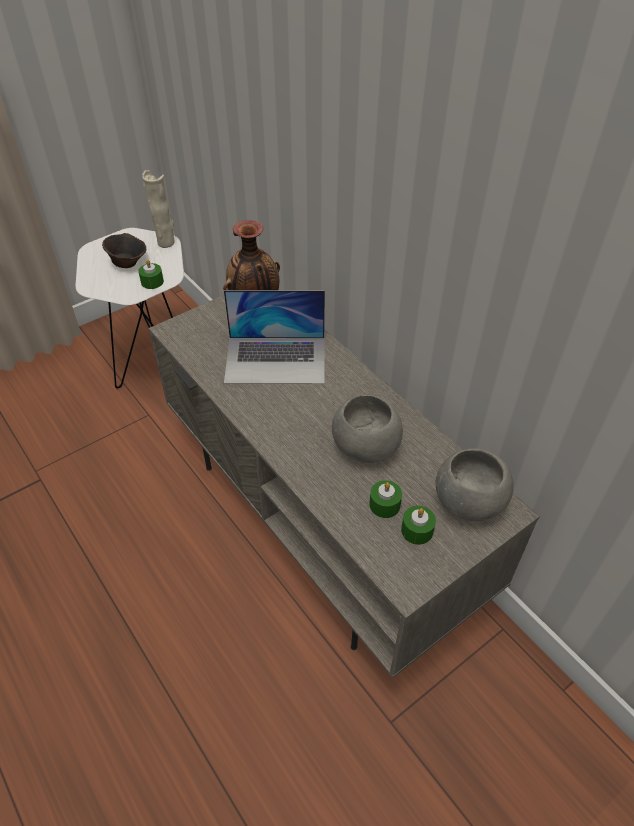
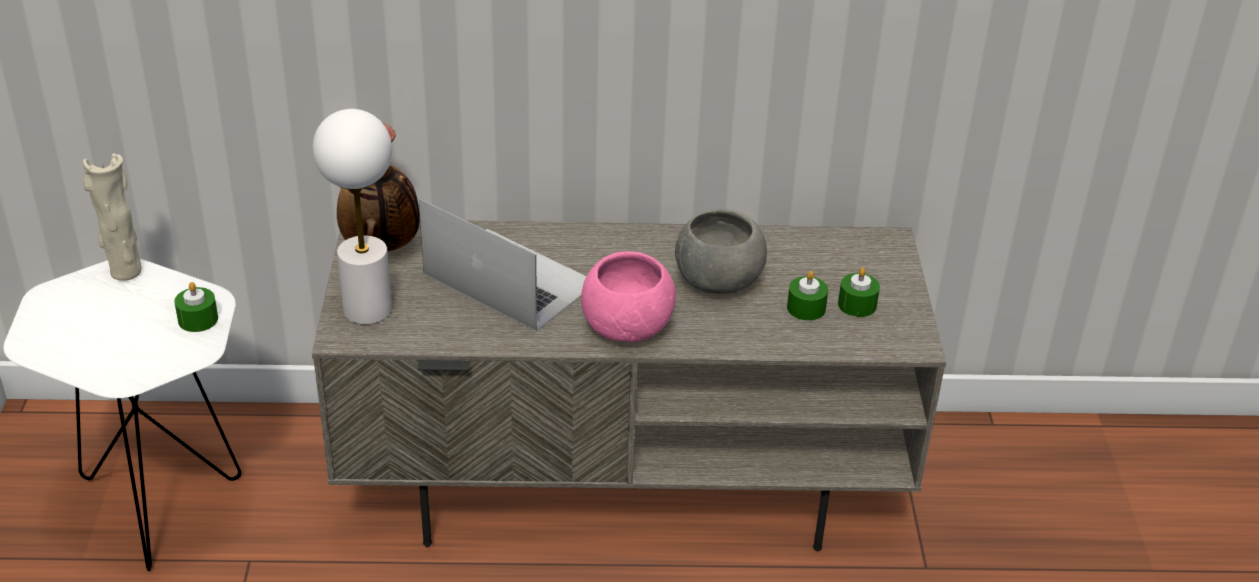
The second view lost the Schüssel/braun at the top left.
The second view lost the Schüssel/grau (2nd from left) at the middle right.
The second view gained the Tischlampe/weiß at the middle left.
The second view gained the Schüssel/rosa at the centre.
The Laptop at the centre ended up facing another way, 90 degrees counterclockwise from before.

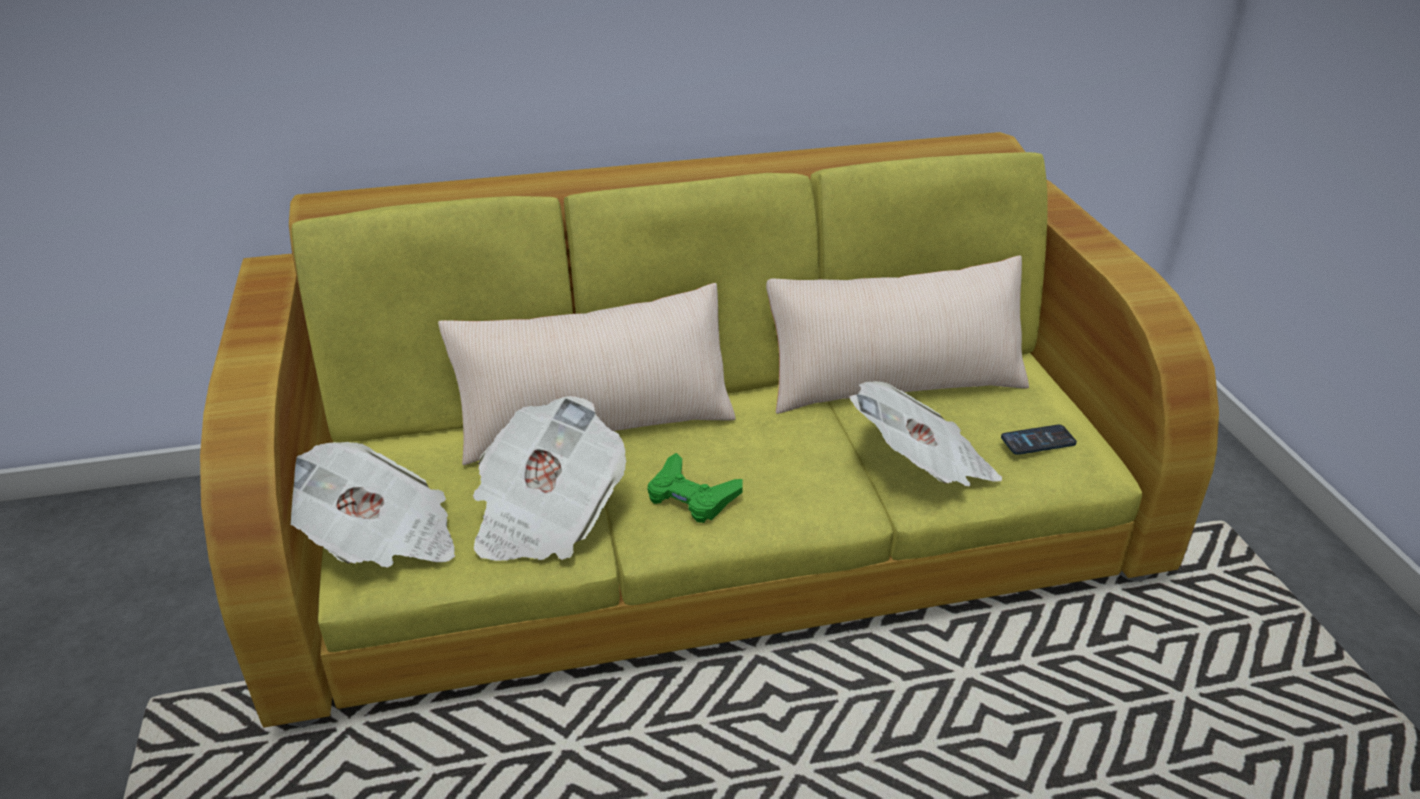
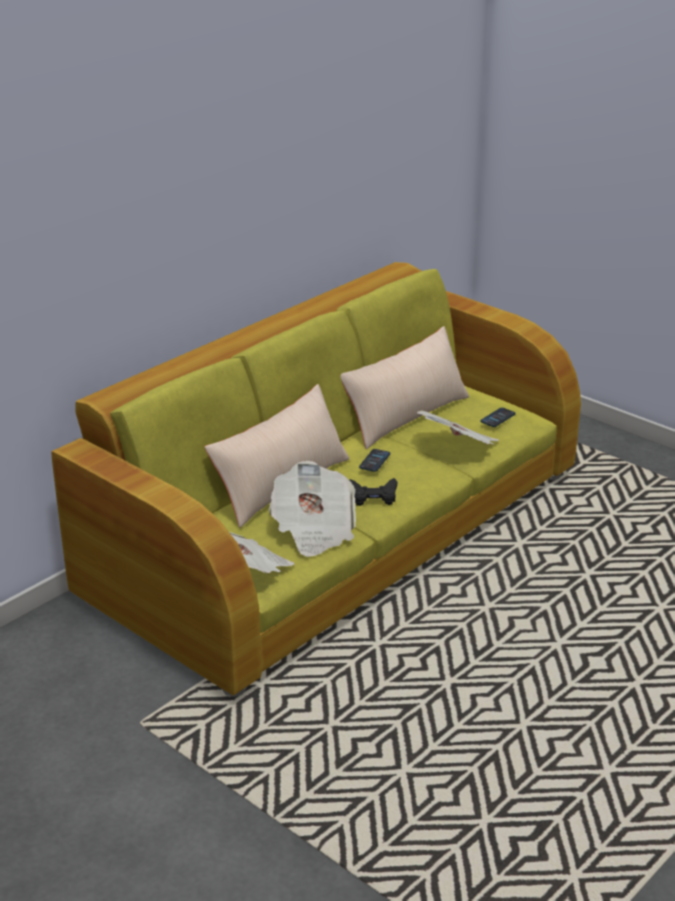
The second view gained the Handy (1st from left) at the centre.
What was the Gamepad/grün at the centre turned into the Gamepad/schwarz at the centre.

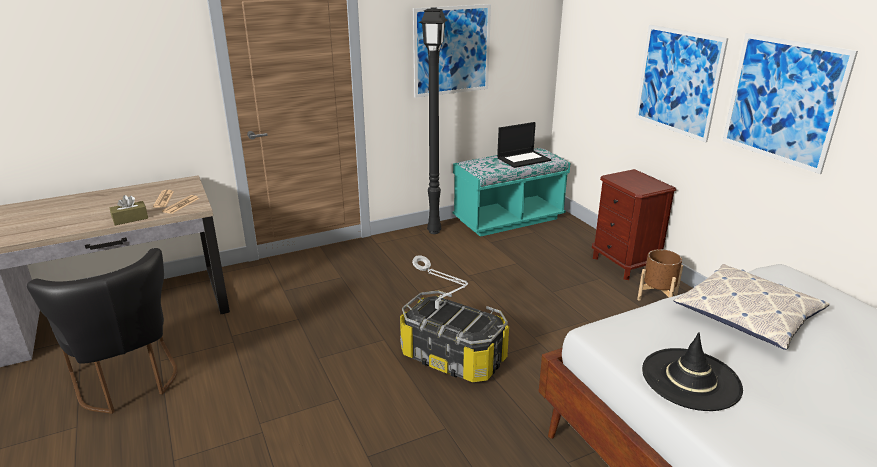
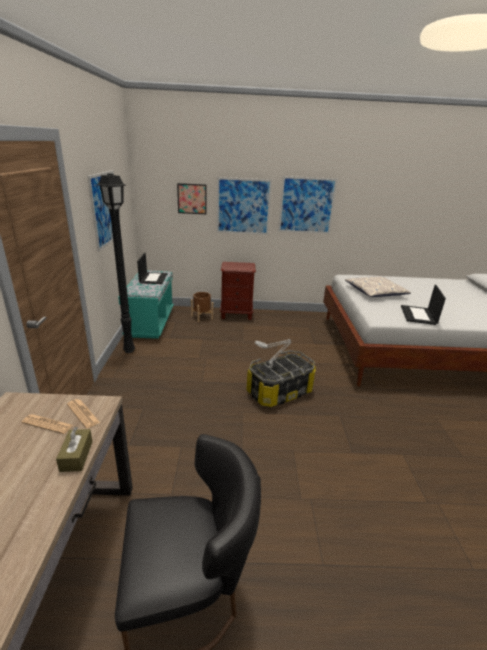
The second view gained the Bild (2nd from left) at the top centre.
The Pflanzkübel/braun ended up elsewhere, having gone from the middle right to the centre.
Where the Hut/schwarz stood at the bottom right, the Laptop (2nd from left) came to stand at the middle right.

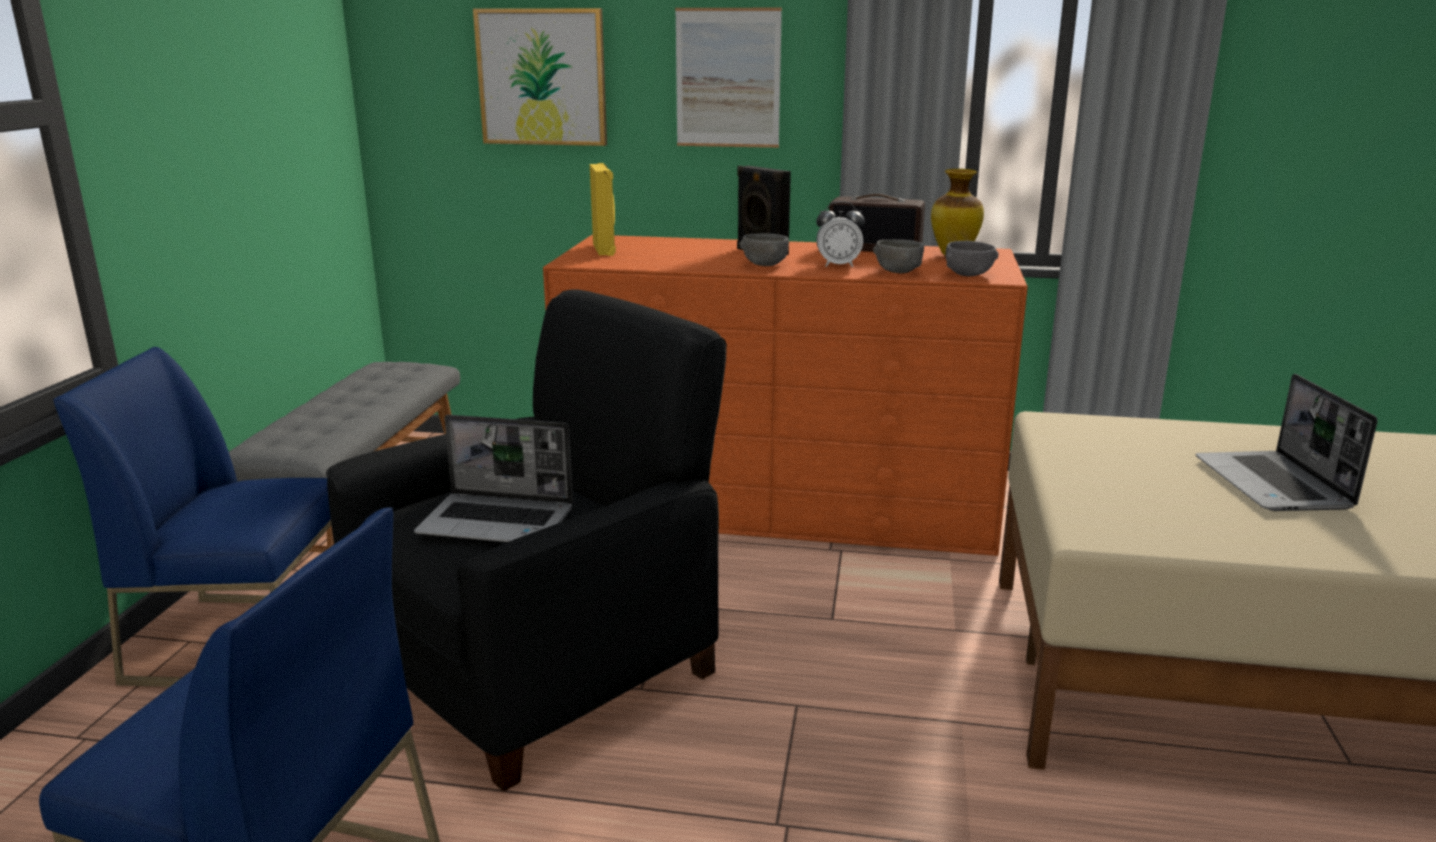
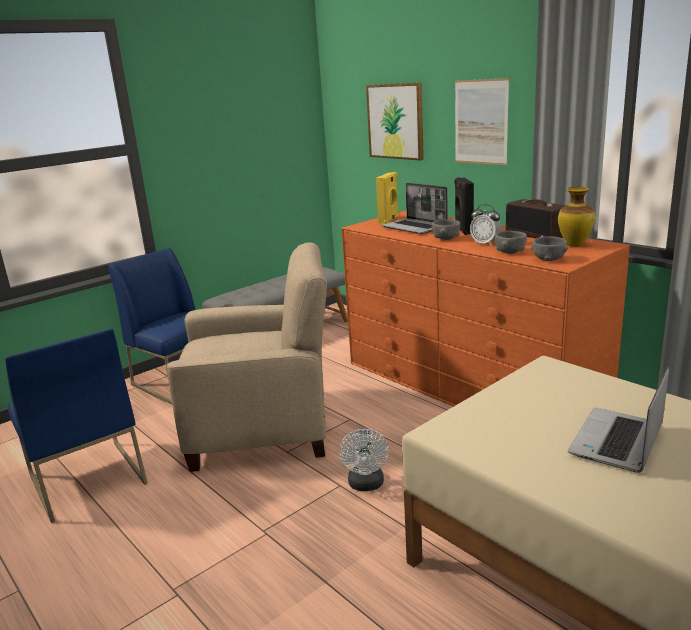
The second view gained the Ventilator/weiß at the bottom centre.
The Laptop (1st from left) ended up elsewhere, having gone from the centre to the top centre.
What was the Sessel/schwarz at the centre turned into the Sessel/beige at the centre.

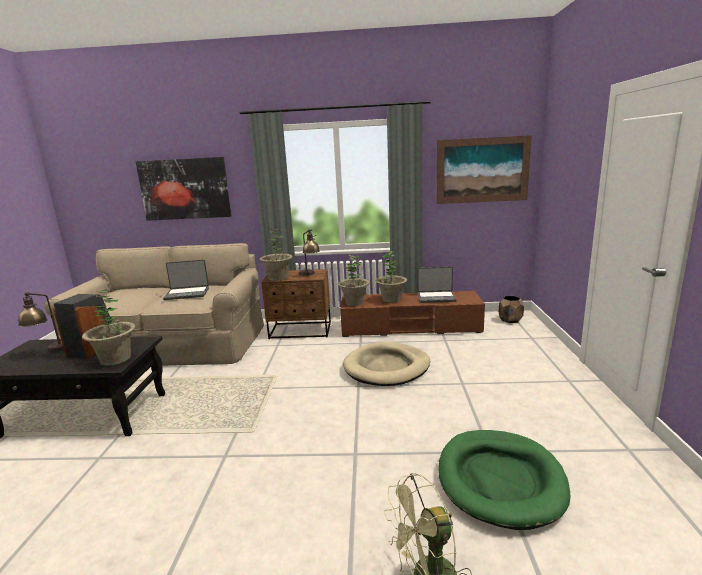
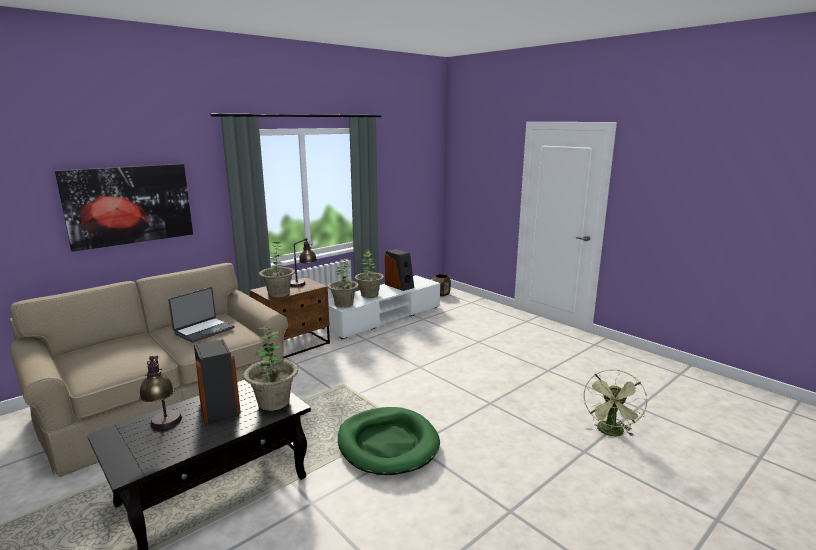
The second view lost the Hundebett/beige at the centre.
The second view lost the Bild (2nd from left) at the top right.
The Hundebett/grün ended up elsewhere, having gone from the bottom right to the bottom centre.
Where the Laptop (2nd from left) stood at the centre, the Lautsprecher (2nd from left) came to stand at the centre.
What was the Fernsehschrank/braun at the centre turned into the Fernsehschrank/weiß at the centre.

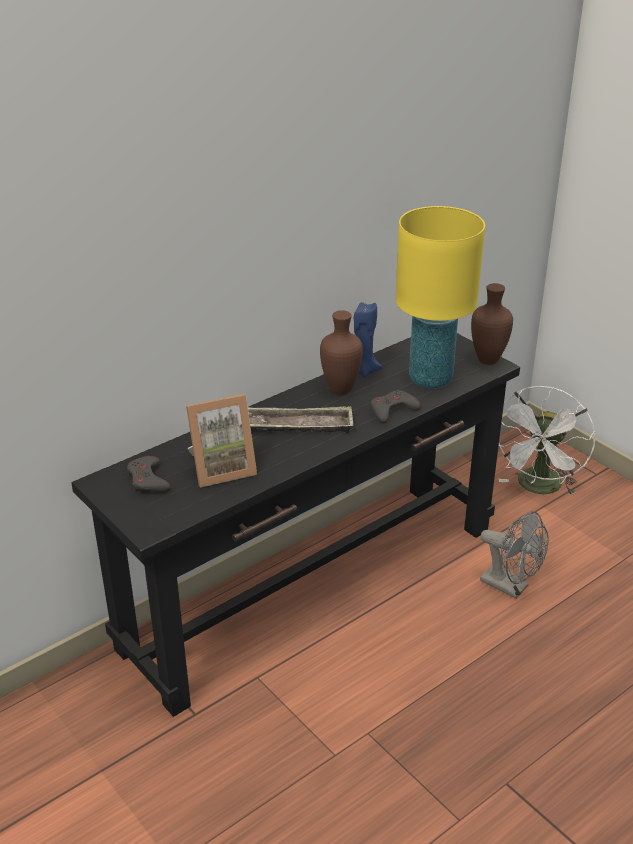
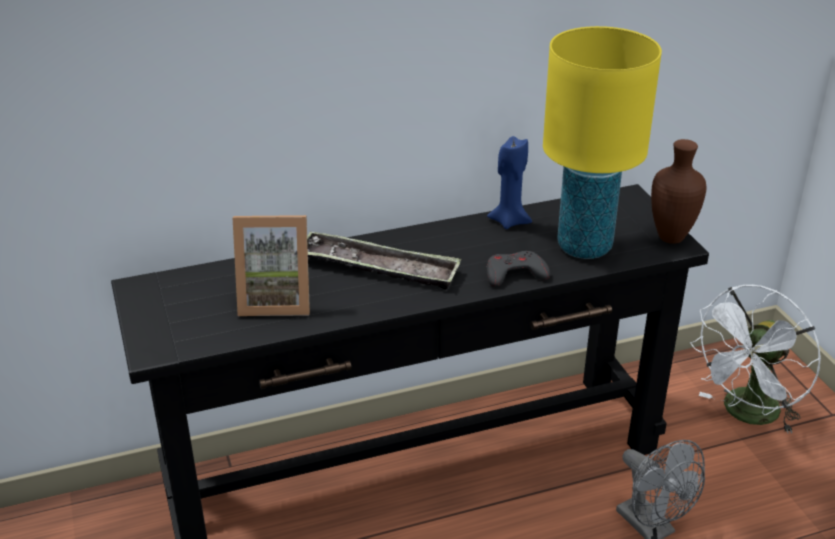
The second view lost the Gamepad/grau (1st from left) at the middle left.
The second view lost the Vase/braun (1st from left) at the centre.

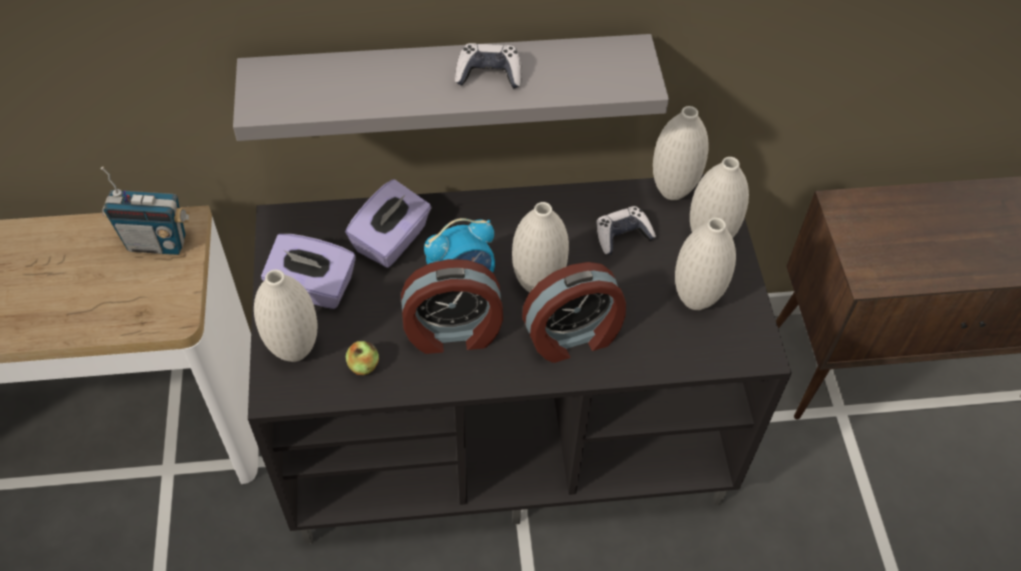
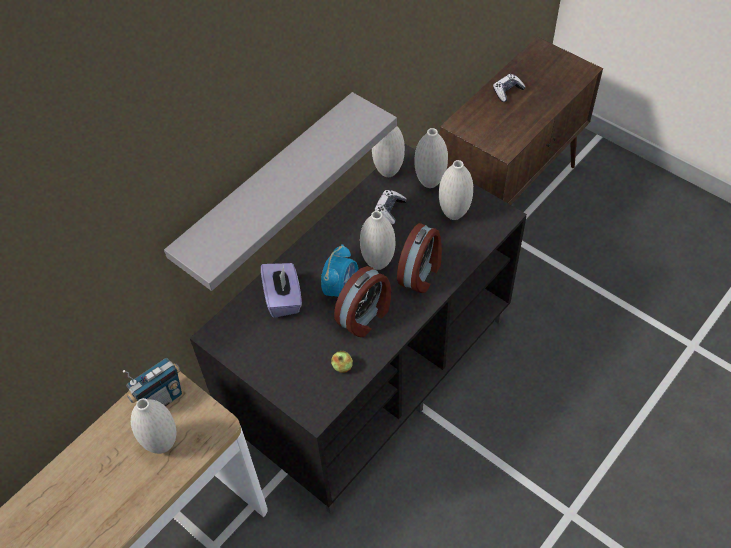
The second view lost the Taschentuchbox/lila (1st from left) at the middle left.
The Vase/weiß (1st from left) ended up elsewhere, having gone from the middle left to the bottom left.
The Gamepad (1st from left in the first image) ended up elsewhere, having gone from the top centre to the top right.

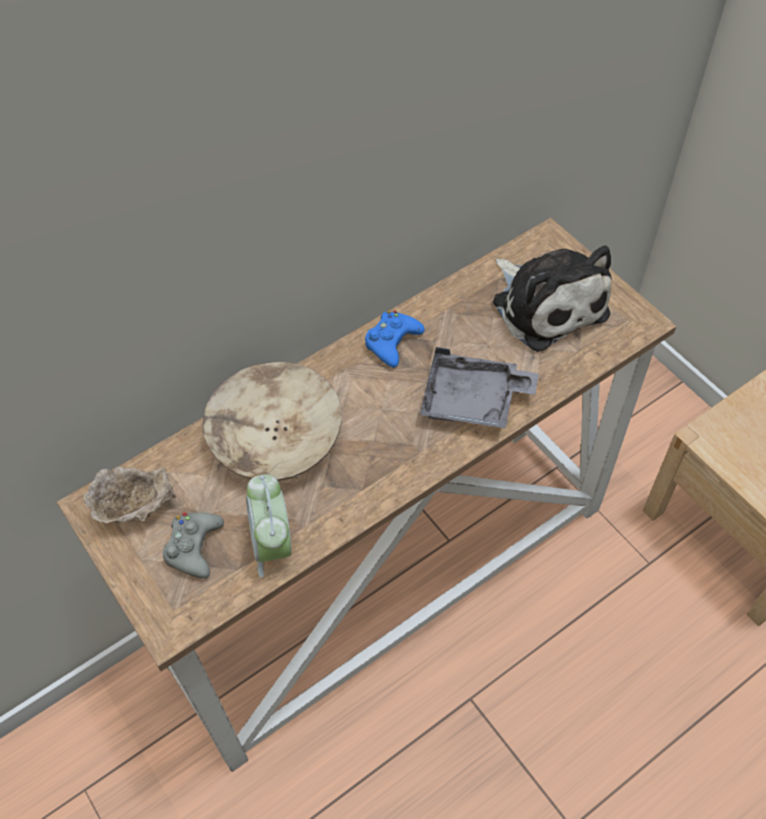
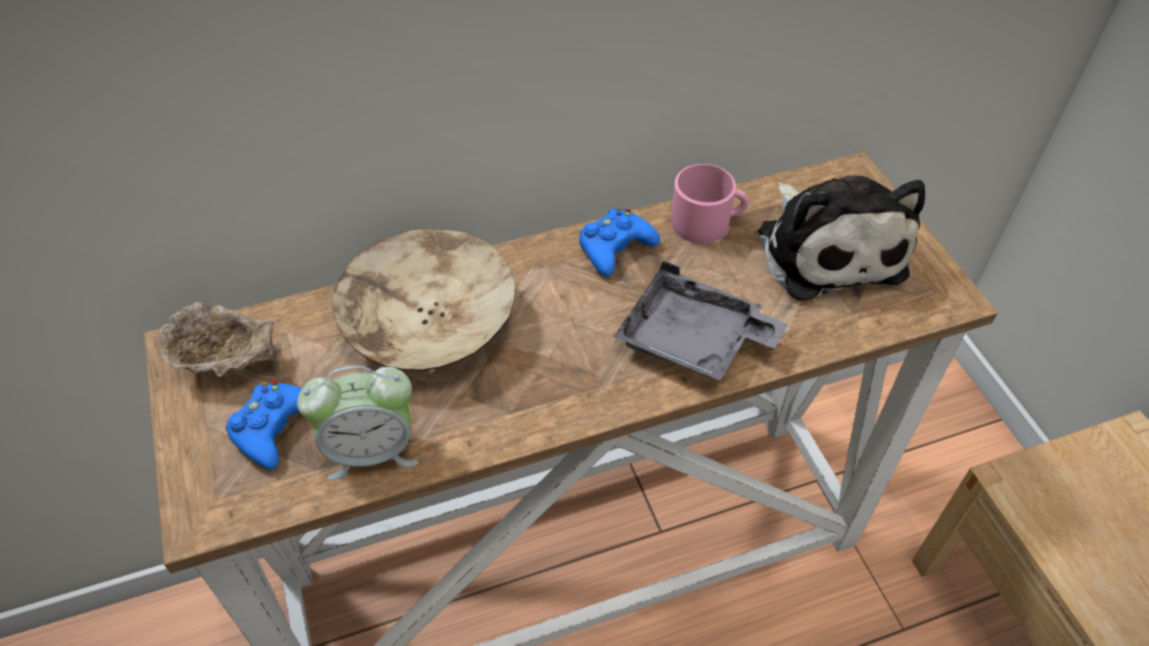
The second view gained the Henkelbecher/rosa at the top centre.
What was the Gamepad/grau at the bottom left turned into the Gamepad/blau (1st from left) at the middle left.
The Wecker at the centre ended up facing another way, 105 degrees counterclockwise from before.

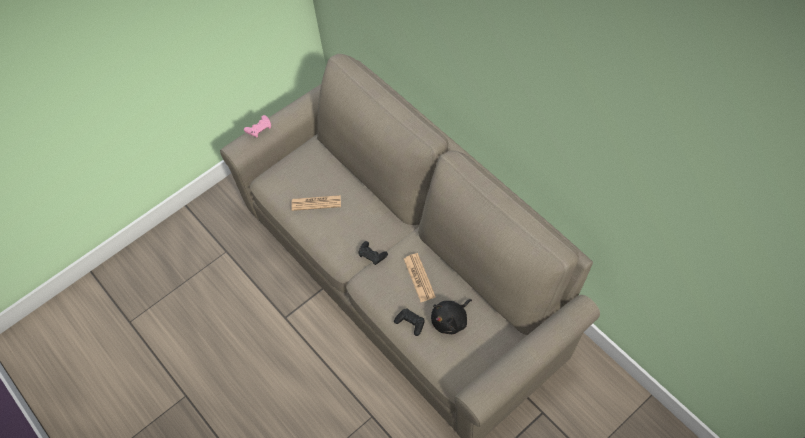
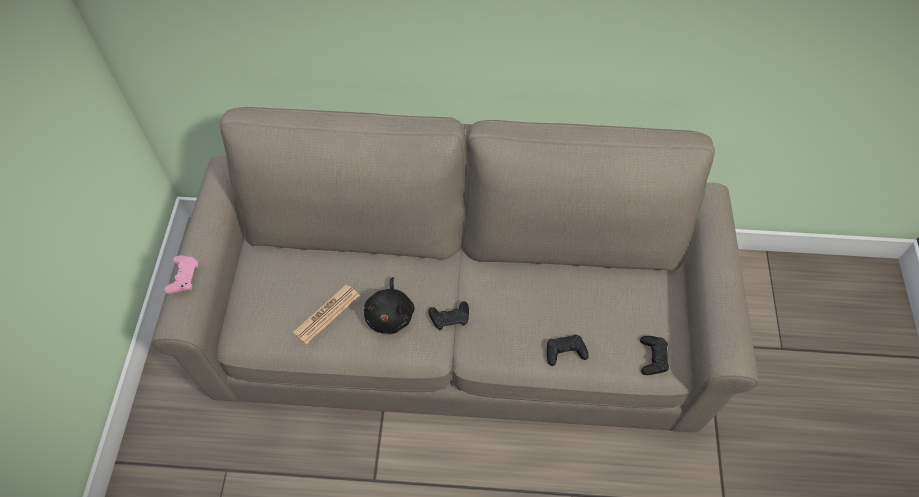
The second view lost the Zeitung (2nd from left) at the centre.
The second view gained the Gamepad/schwarz (3rd from left) at the bottom right.
The Plüschtier/schwarz ended up elsewhere, having gone from the bottom centre to the centre.

